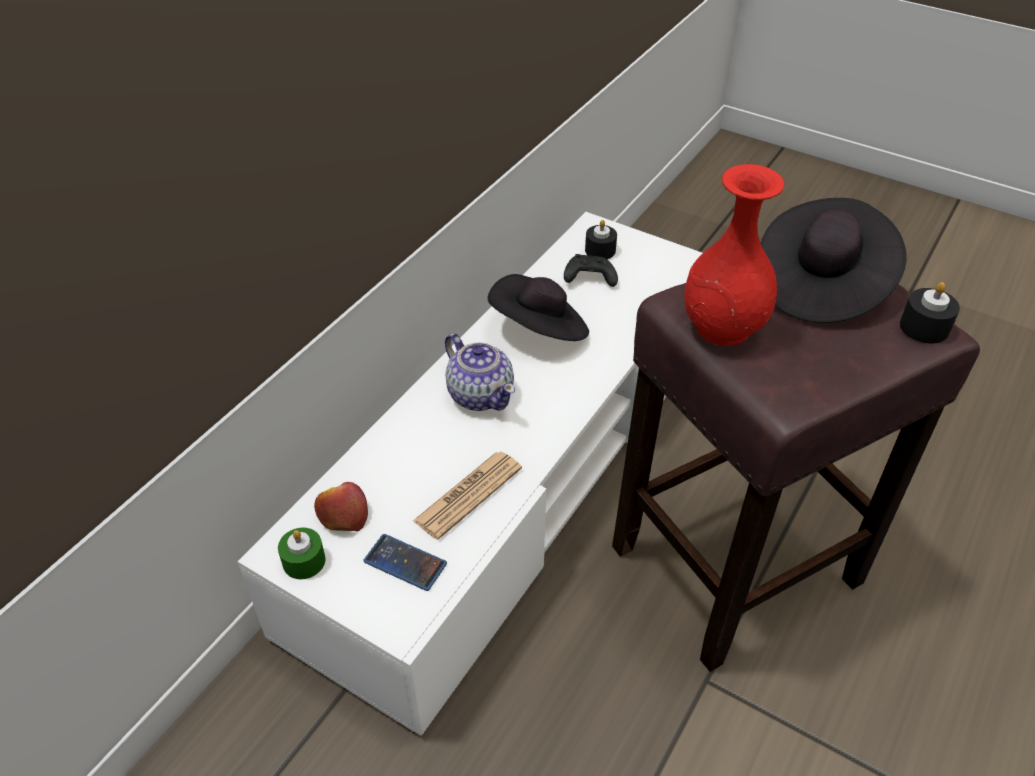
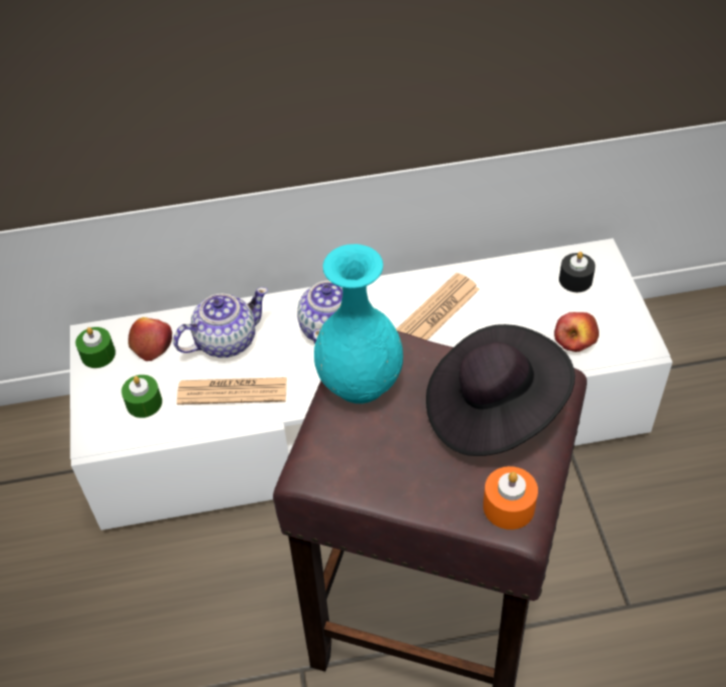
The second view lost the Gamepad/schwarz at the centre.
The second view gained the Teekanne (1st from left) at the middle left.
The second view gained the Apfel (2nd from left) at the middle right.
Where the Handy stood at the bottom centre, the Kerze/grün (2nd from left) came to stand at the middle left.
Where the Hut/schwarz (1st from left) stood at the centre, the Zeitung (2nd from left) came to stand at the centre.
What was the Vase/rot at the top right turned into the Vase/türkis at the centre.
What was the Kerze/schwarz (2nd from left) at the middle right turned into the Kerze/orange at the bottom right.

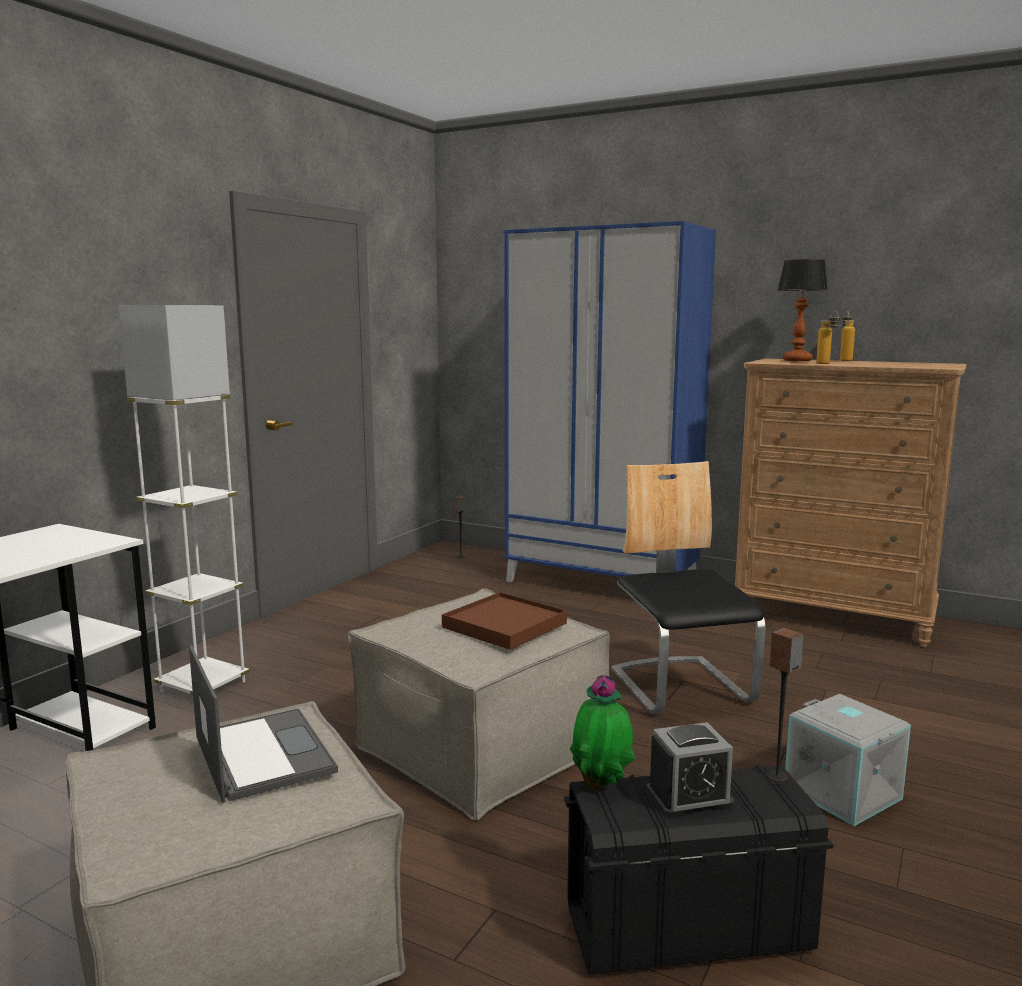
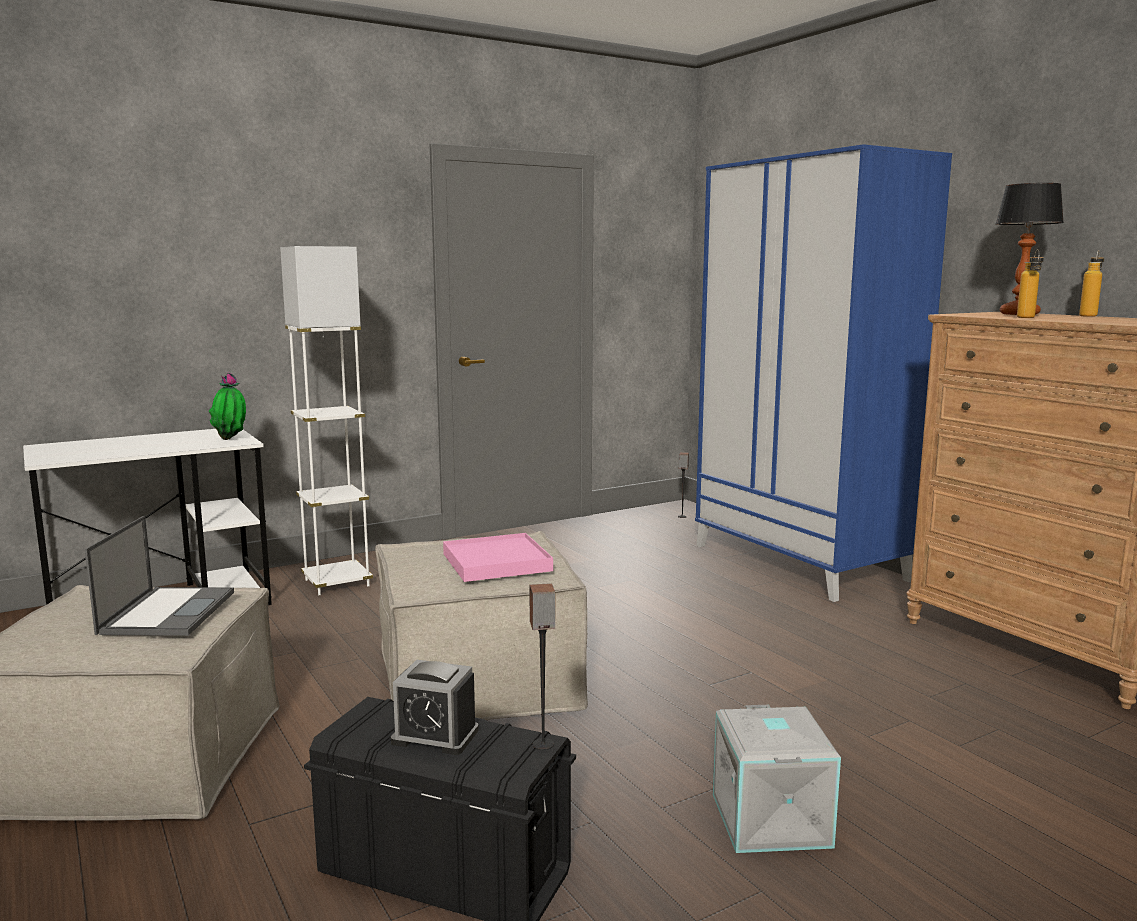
The second view lost the Stuhl at the middle right.
The Topfpflanze ended up elsewhere, having gone from the bottom centre to the middle left.
What was the Tablett/braun at the centre turned into the Tablett/rosa at the centre.

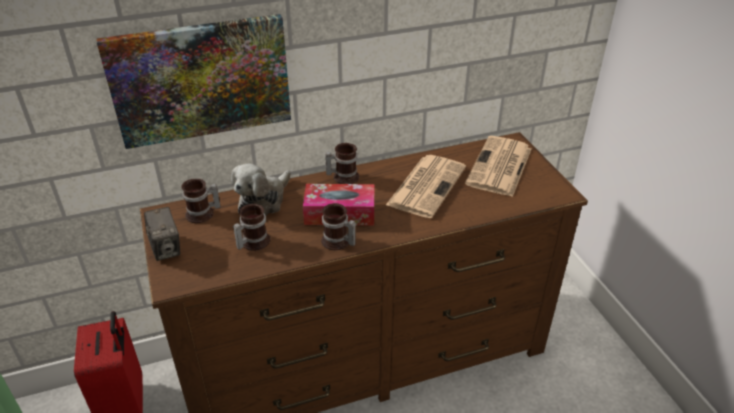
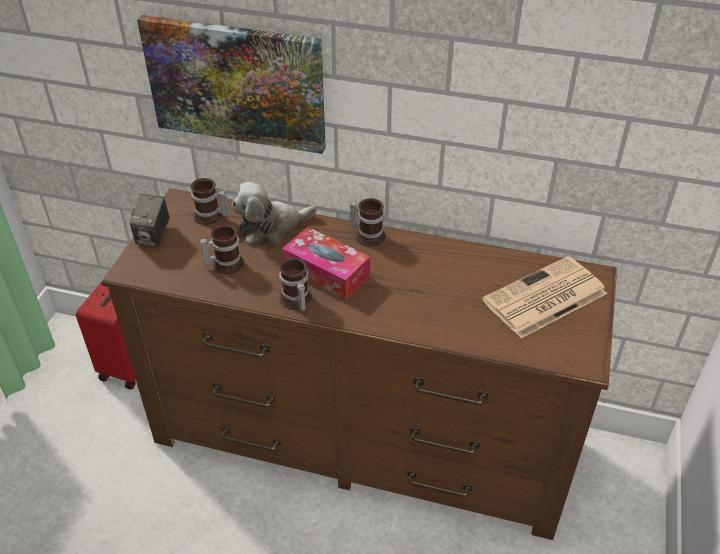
The second view lost the Zeitung (1st from left) at the centre.

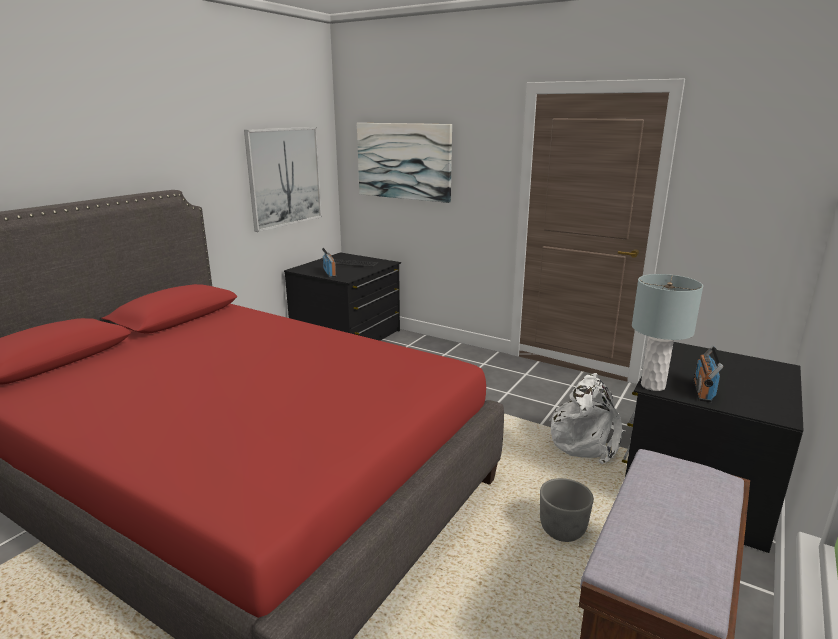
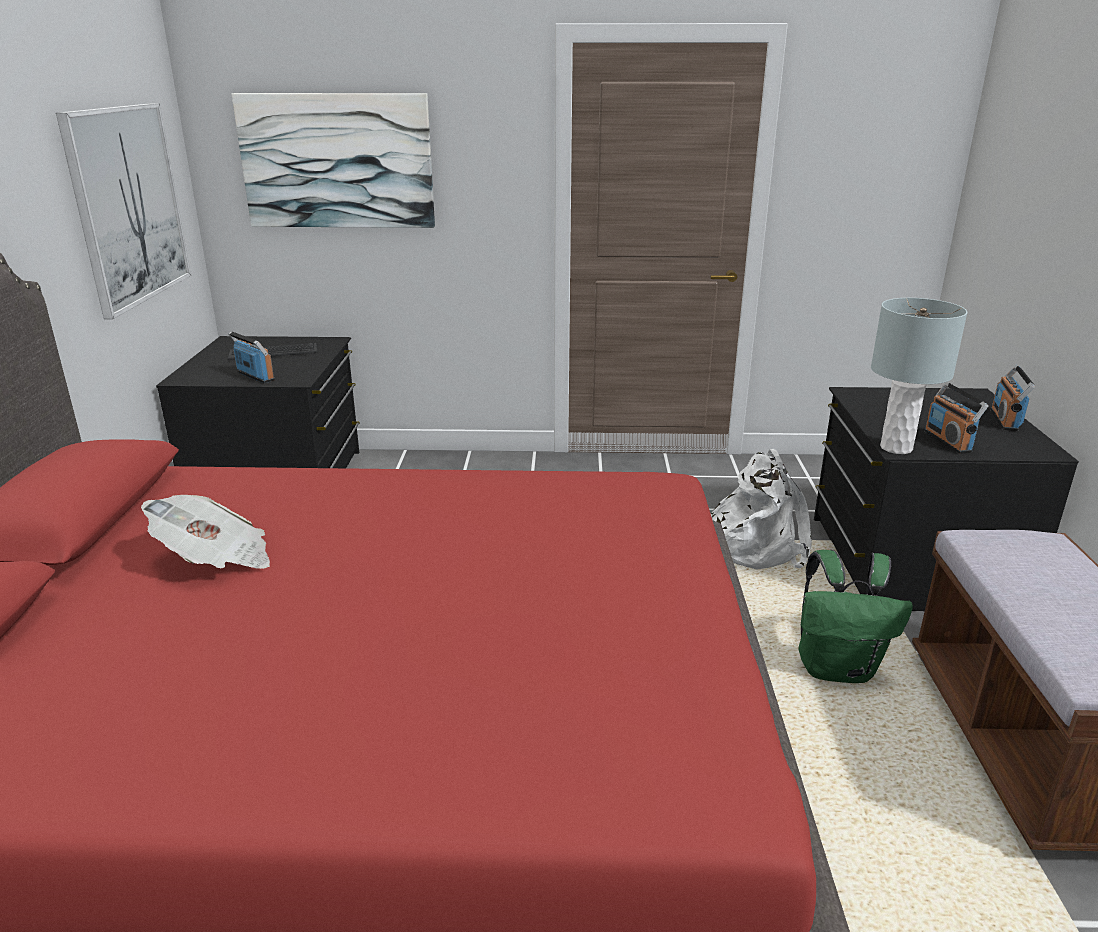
The second view gained the Zeitung at the middle left.
The second view gained the Radio (3rd from left) at the middle right.
Where the Pflanzkübel/grau stood at the bottom right, the Rucksack/grün came to stand at the middle right.

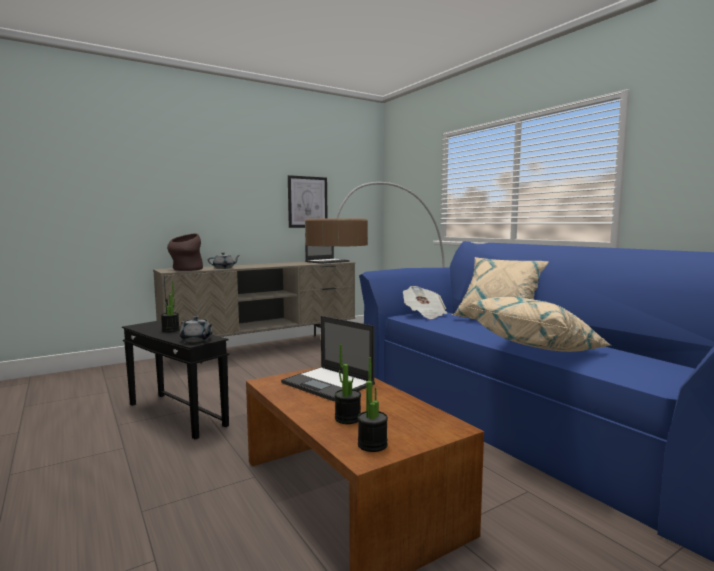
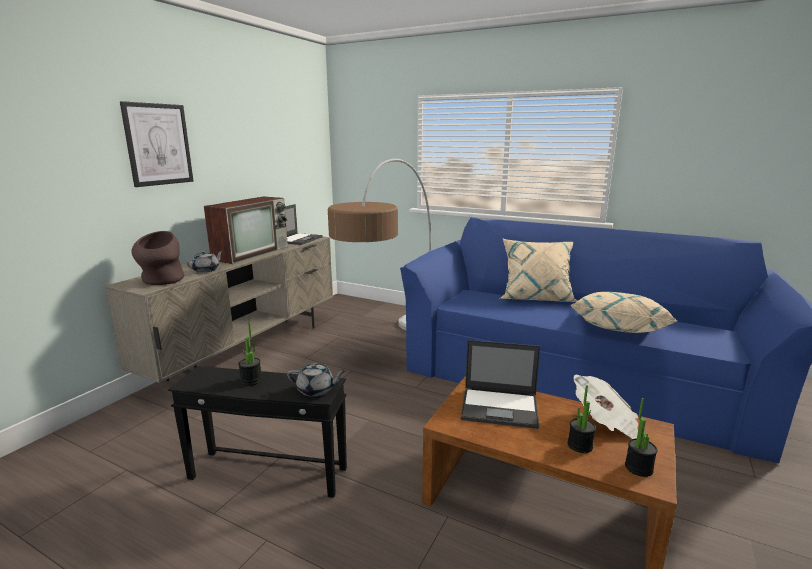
The second view gained the Fernseher at the middle left.
The Bild ended up elsewhere, having gone from the centre to the top left.
The Zeitung ended up elsewhere, having gone from the centre to the bottom right.

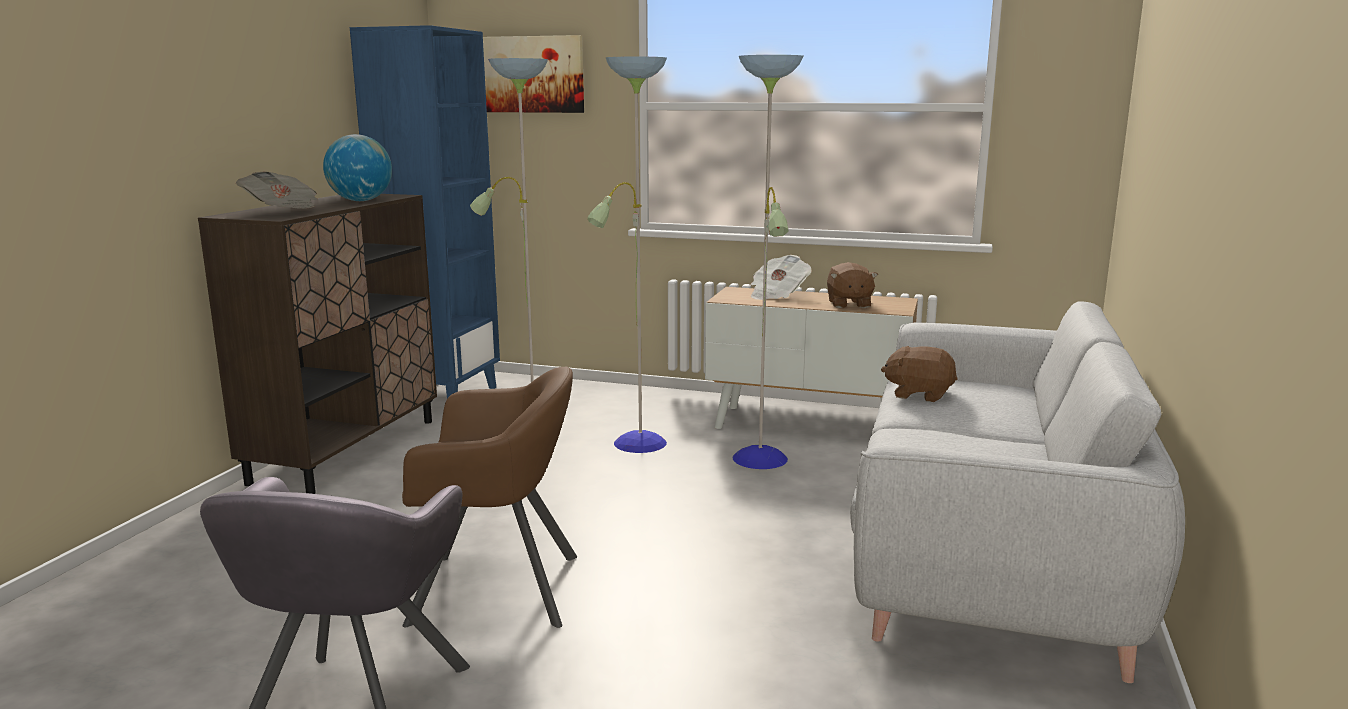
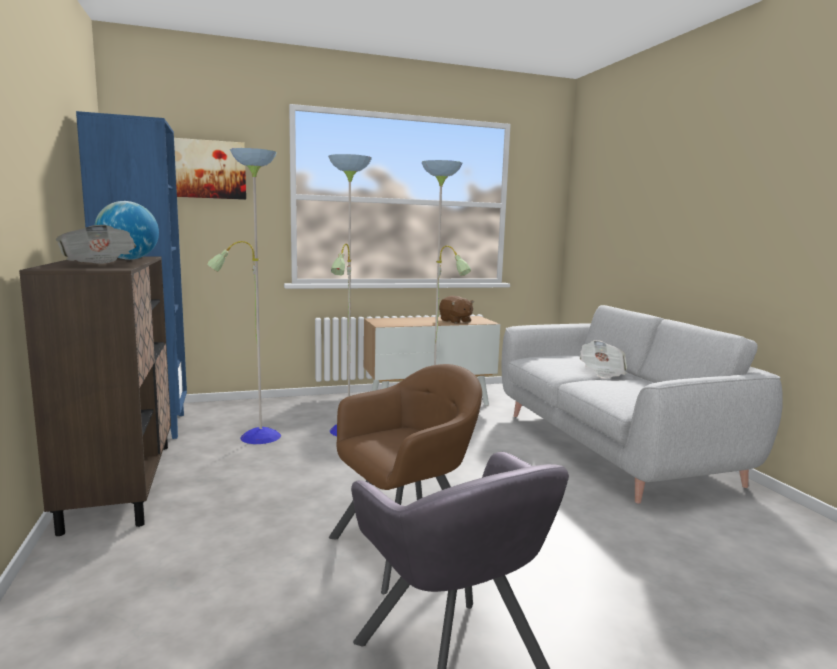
The second view lost the Plüschtier/braun (2nd from left) at the middle right.
The Zeitung (2nd from left) ended up elsewhere, having gone from the centre to the middle right.

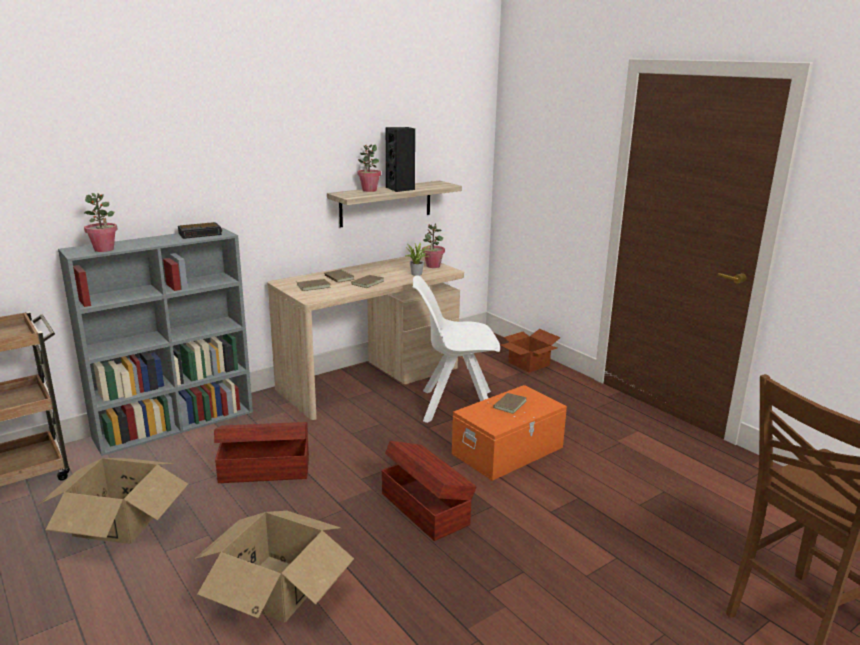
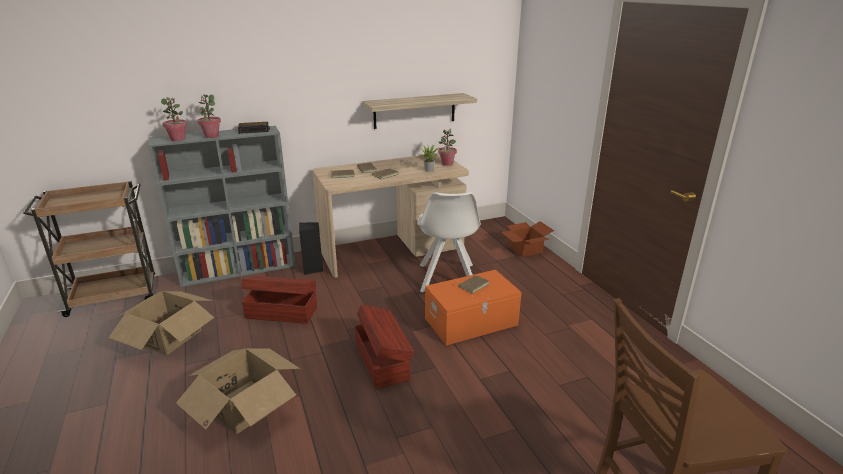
The Topfpflanze (2nd from left) ended up elsewhere, having gone from the top centre to the top left.
The Lautsprecher/schwarz ended up elsewhere, having gone from the top centre to the centre.
The Stuhl/weiß at the centre ended up facing another way, 105 degrees counterclockwise from before.

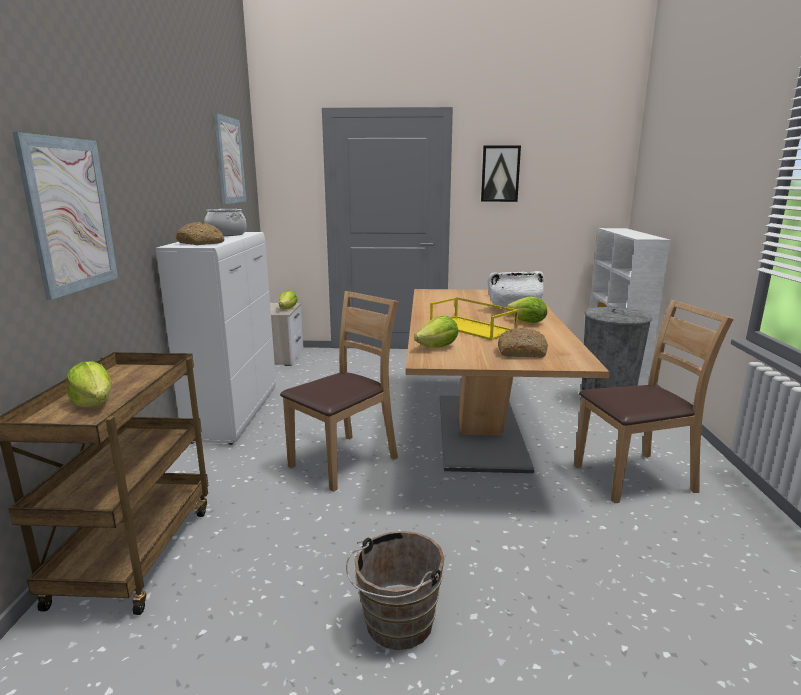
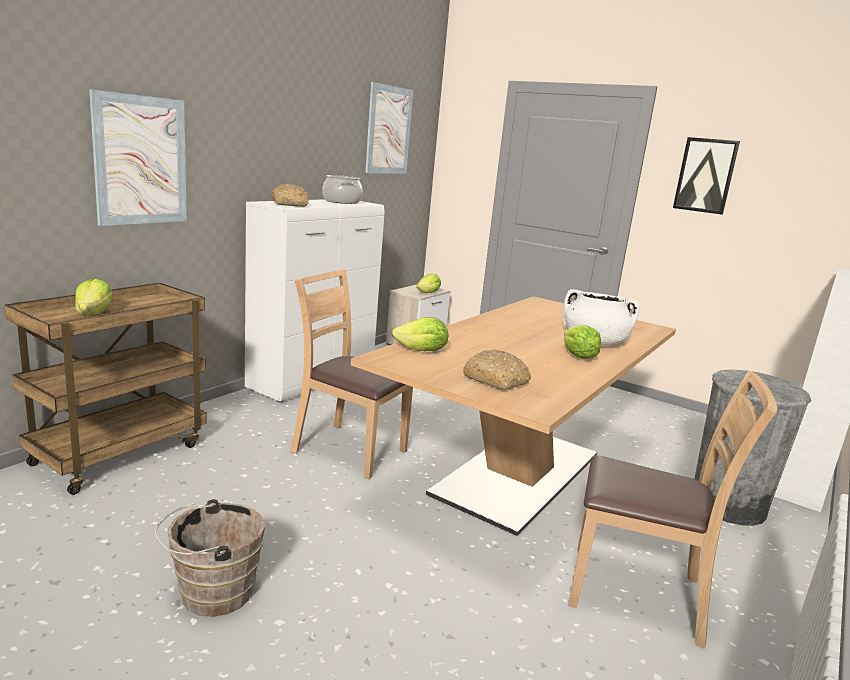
The second view lost the Tablett/gelb at the centre.
The Stuhl/braun (1st from left) at the centre ended up facing another way, 135 degrees counterclockwise from before.

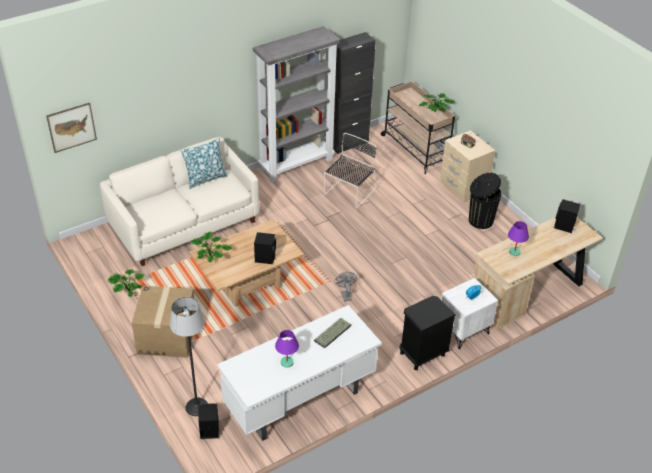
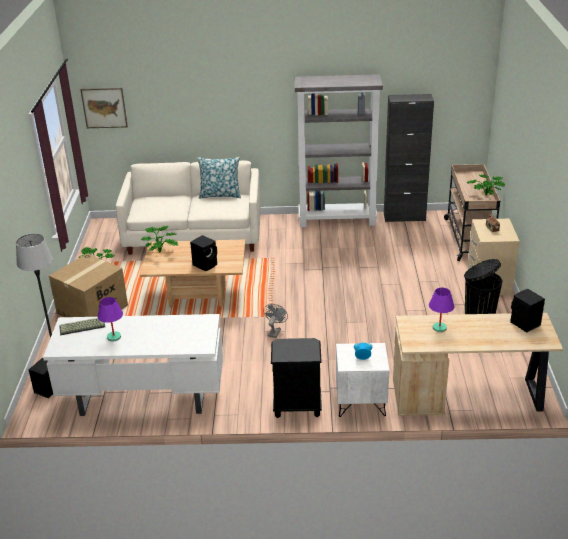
The second view lost the Stuhl/schwarz at the centre.
The Tastatur ended up elsewhere, having gone from the bottom centre to the middle left.

